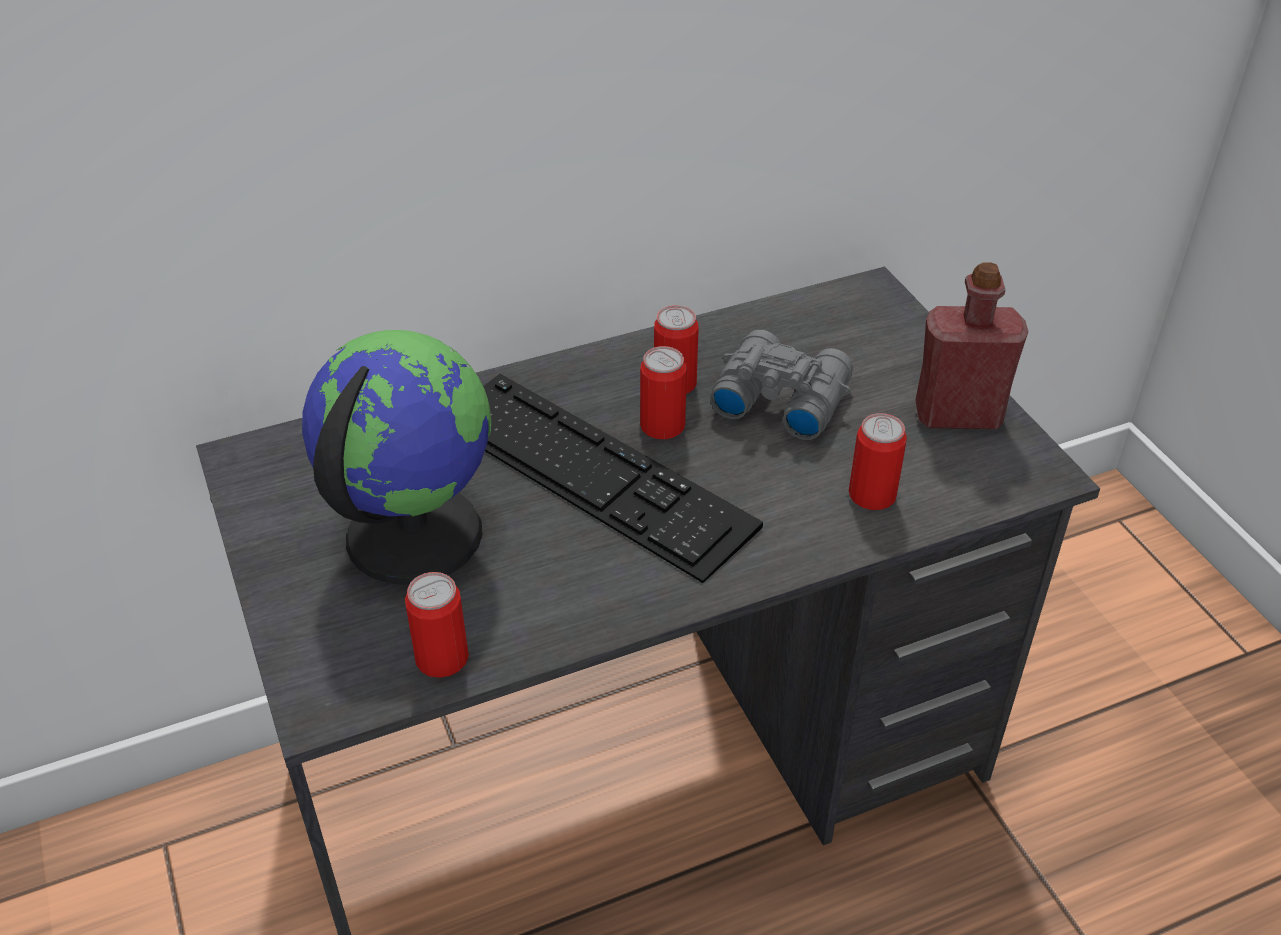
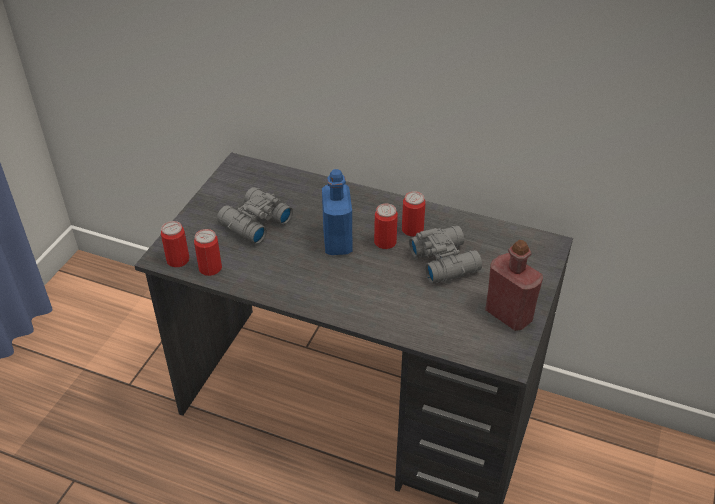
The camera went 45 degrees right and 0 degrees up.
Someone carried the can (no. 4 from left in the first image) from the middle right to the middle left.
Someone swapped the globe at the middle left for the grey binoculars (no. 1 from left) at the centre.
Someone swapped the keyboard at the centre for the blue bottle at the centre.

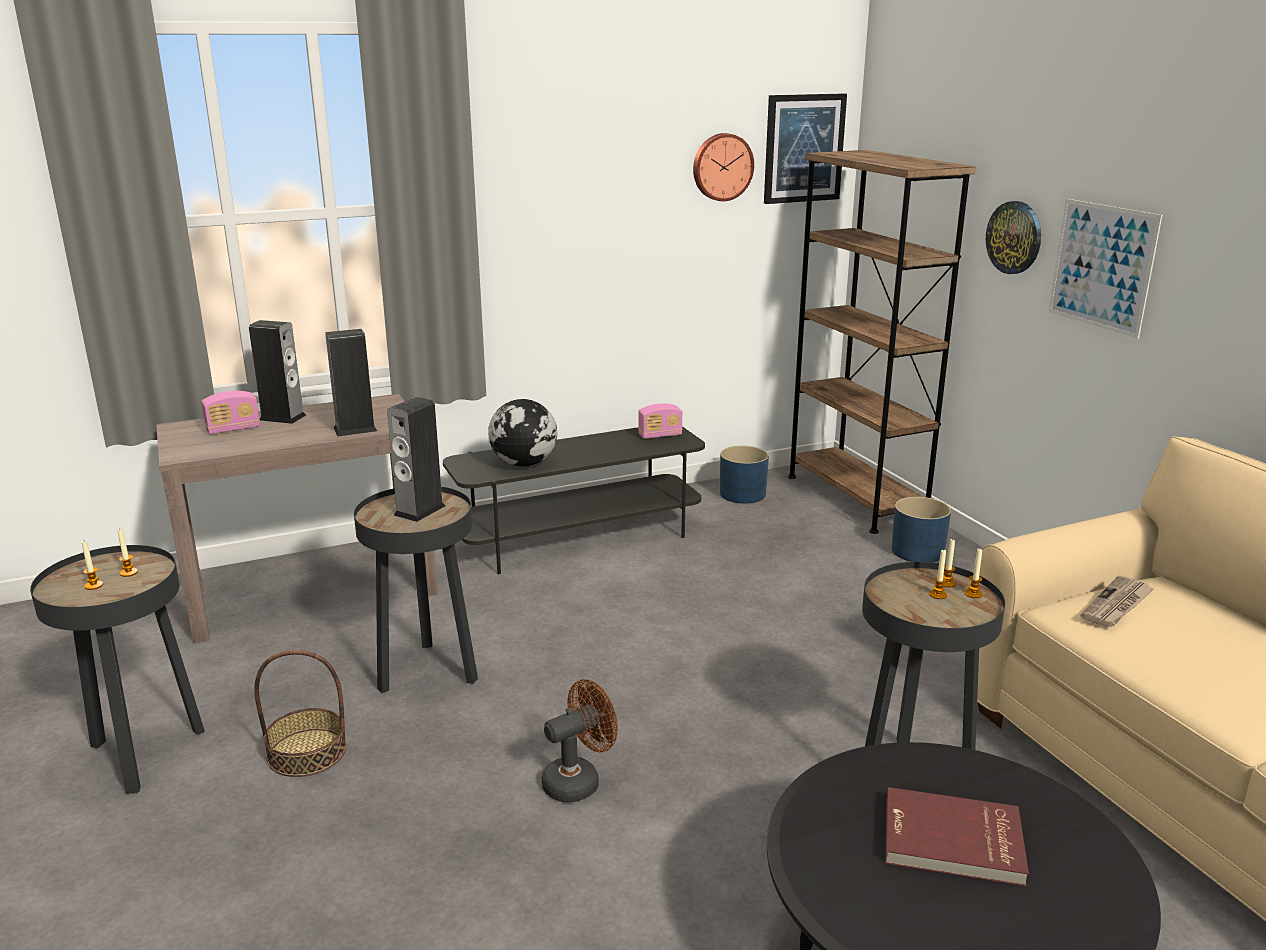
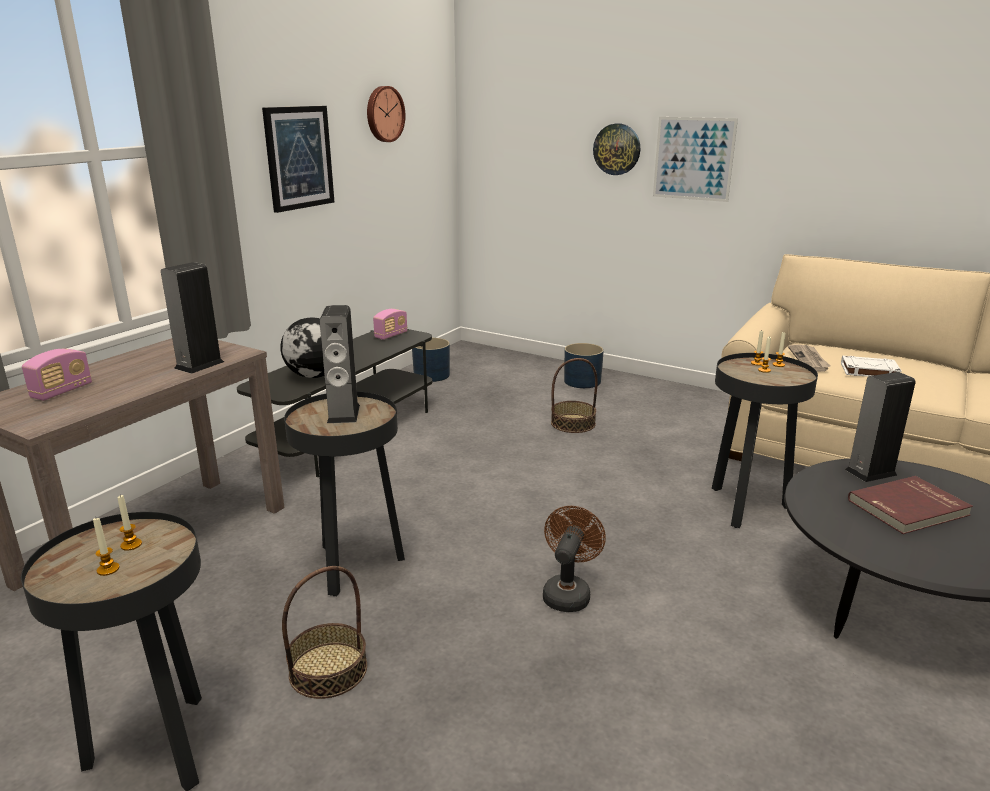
The camera went 35 degrees left and 0 degrees up.
Someone carried the picture (no. 1 from left) from the top centre to the top left.
Someone put down the basket (no. 2 from left) at the centre.
Someone put down the white book at the middle right.
Someone carried the speaker (no. 1 from left in the first image) from the middle left to the middle right.
Someone took away the brown bookcase at the middle right.

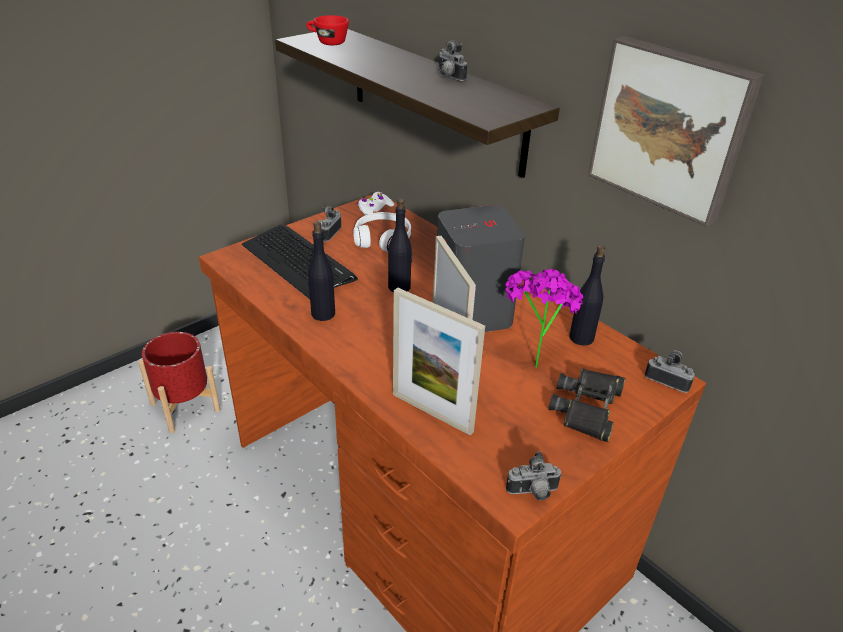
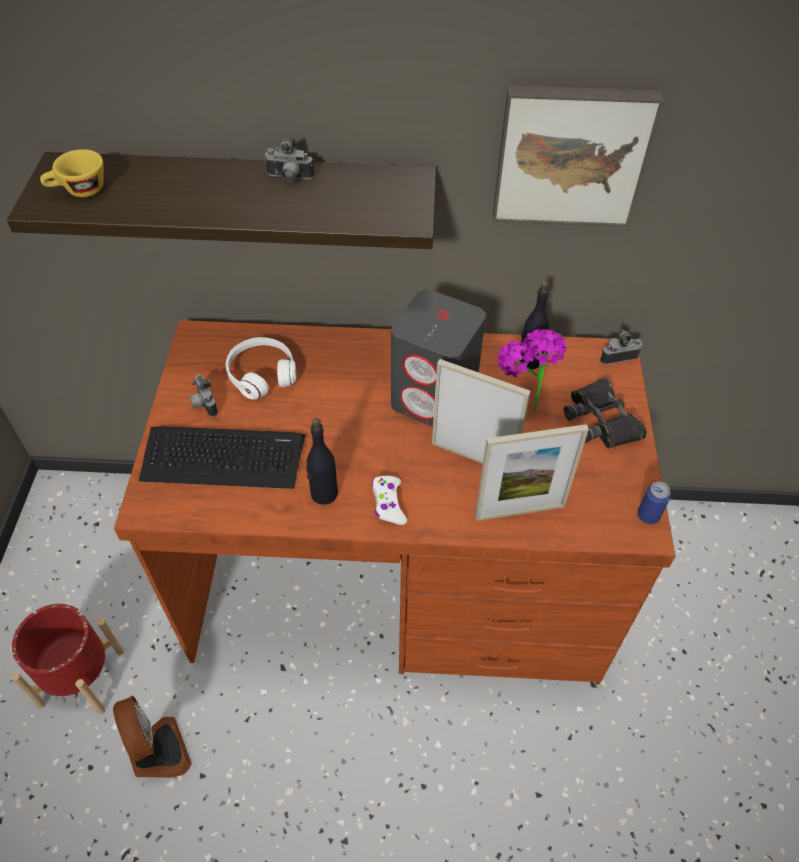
The camera went 45 degrees left and 15 degrees up.
Someone repainted the red cup at the top centre, which became the yellow cup at the top left.
Someone put down the fan at the bottom left.
Someone carried the white game controller from the top centre to the centre.
Someone swapped the photo camera (no. 3 from left) at the bottom centre for the can at the middle right.
Someone took away the black bottle (no. 2 from left) at the centre.

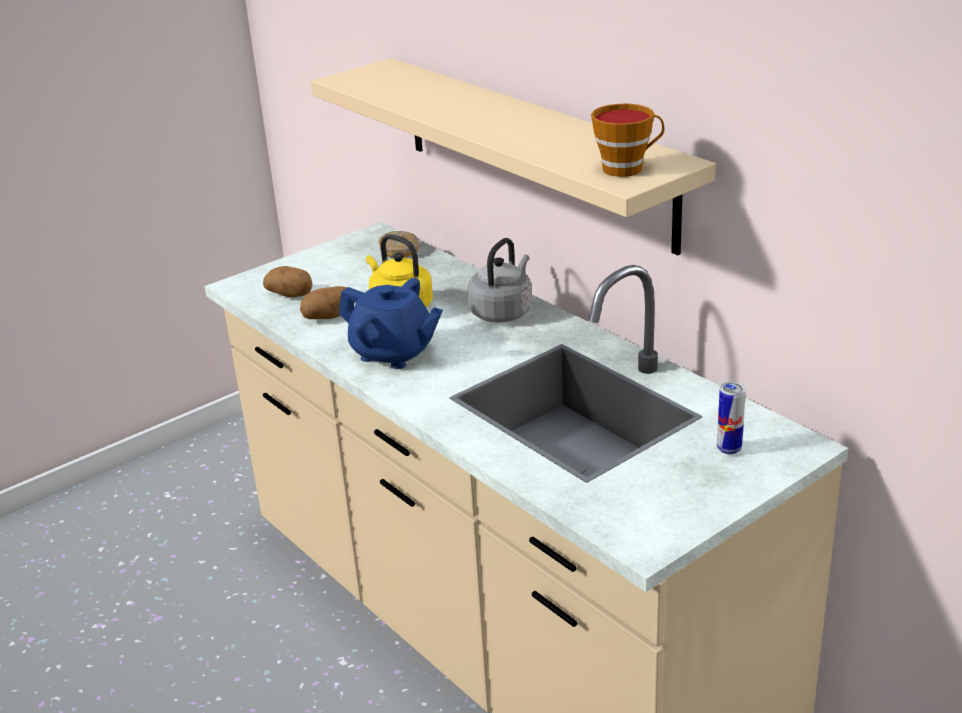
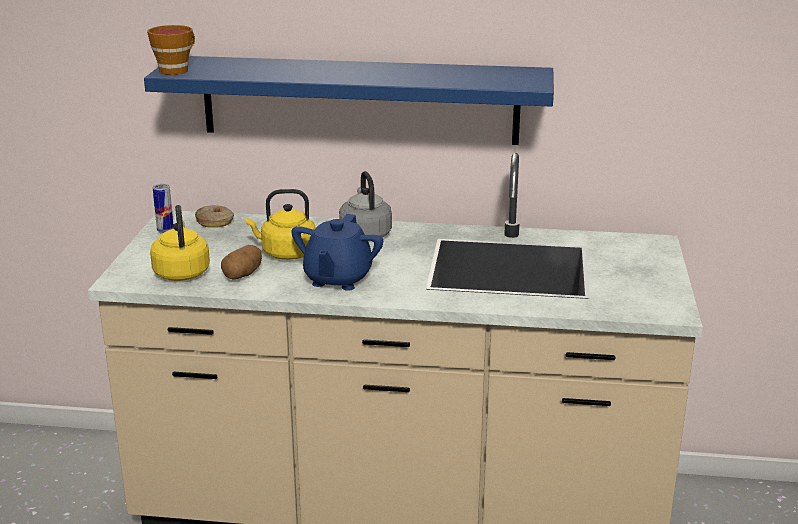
The camera went 45 degrees left and 5 degrees down.
Someone repainted the beige shelf at the top centre, which became the blue shelf at the top centre.
Someone carried the cup from the top centre to the top left.
Someone swapped the potato (no. 1 from left) at the middle left for the yellow kettle (no. 1 from left) at the middle left.
Someone carried the can from the middle right to the middle left.
Someone rotated the blue teapot at the centre by 120 degrees clockwise.

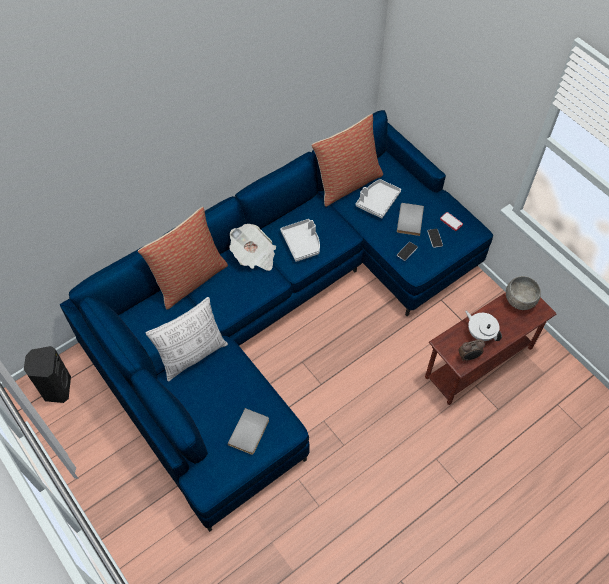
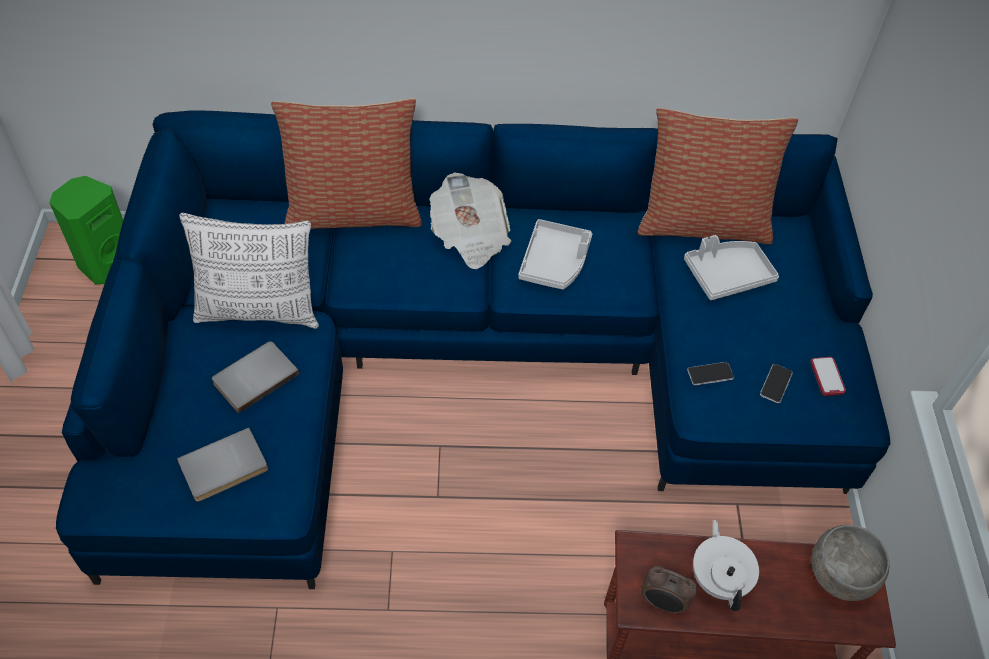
The camera went 35 degrees right and 5 degrees down.
Someone repainted the black speaker at the middle left, which became the green speaker at the middle left.
Someone carried the grey book (no. 2 from left) from the middle right to the middle left.

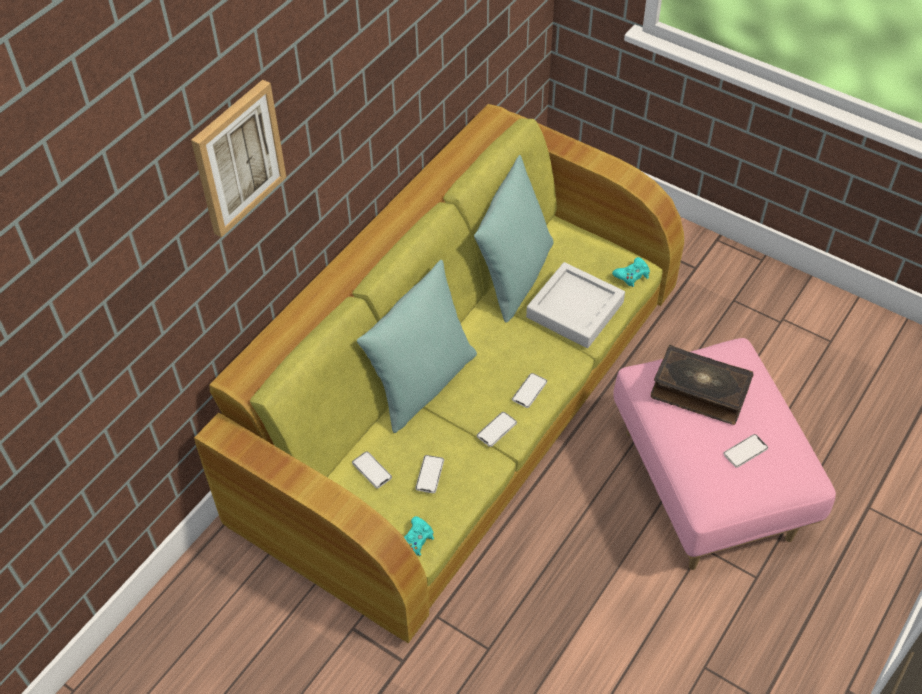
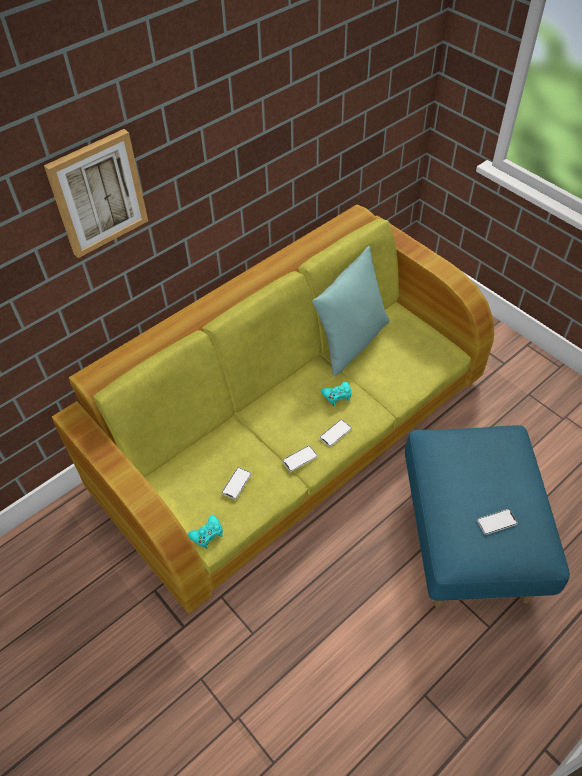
The camera went 15 degrees right and 0 degrees up.
Someone carried the turquoise game controller (no. 2 from left) from the middle right to the centre.
Someone repainted the pink ottoman at the middle right, which became the blue ottoman at the middle right.
Someone took away the phone (no. 1 from left) at the bottom centre.
Someone took away the turquoise pillow (no. 1 from left) at the centre.
Someone took away the grey tray at the centre.
Someone took away the book at the middle right.

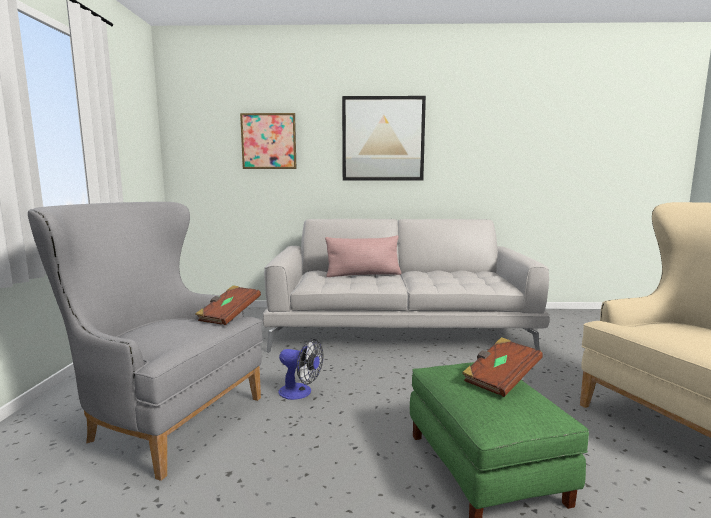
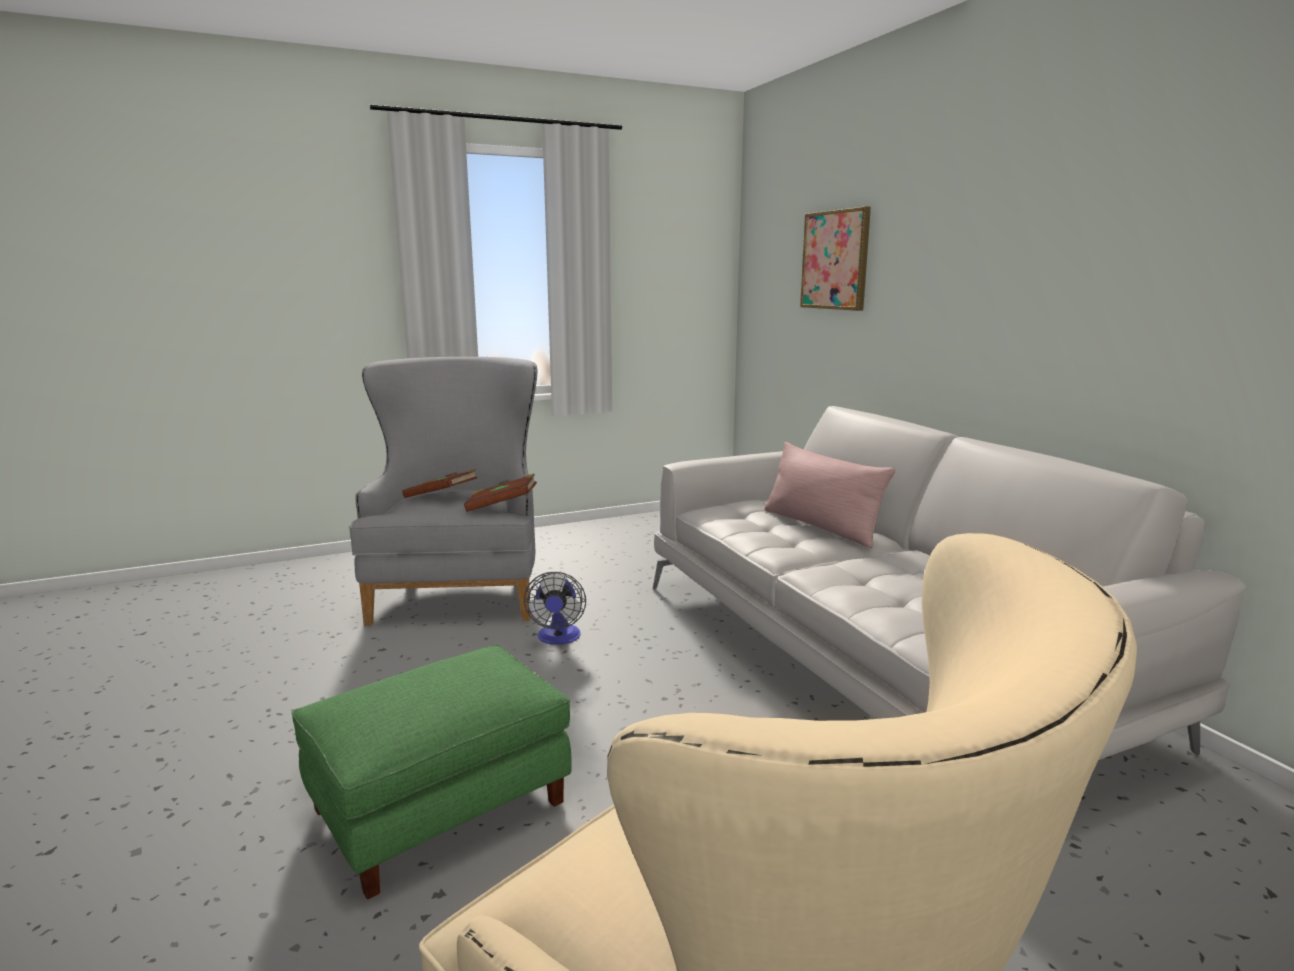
The camera went 65 degrees right and 5 degrees up.
Someone carried the brown book (no. 2 from left in the first image) from the bottom right to the centre.
Someone took away the picture (no. 2 from left) at the top centre.

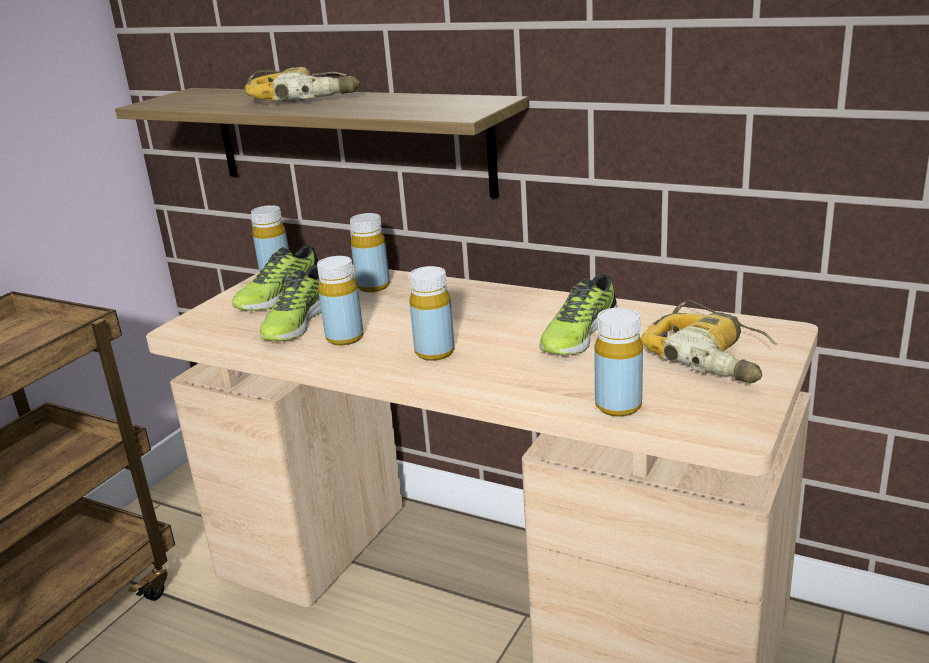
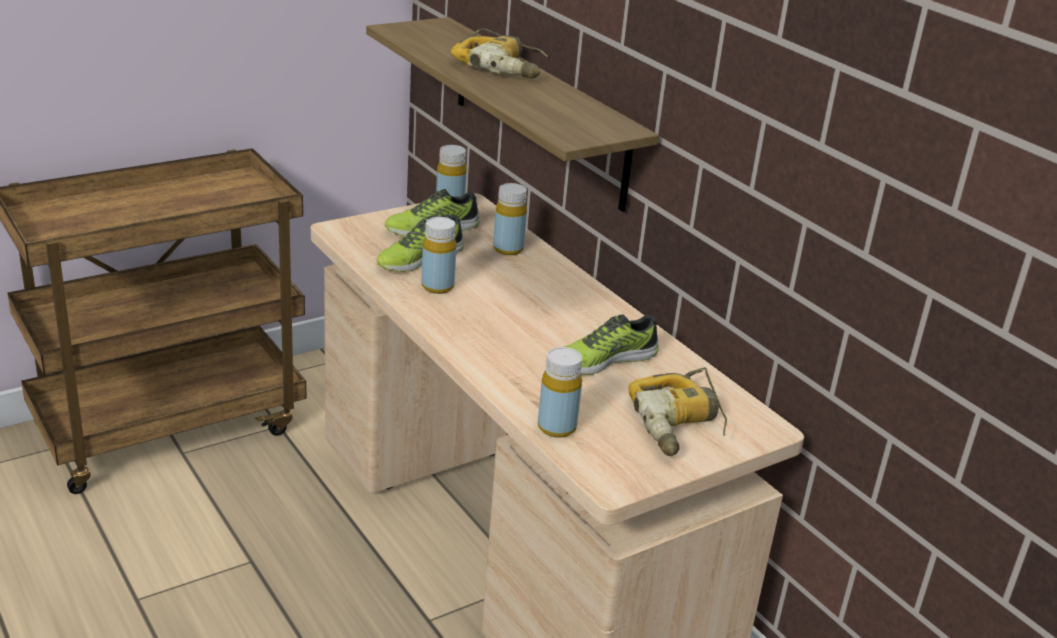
The camera went 25 degrees right and 5 degrees up.
Someone took away the yellow bottle (no. 4 from left) at the centre.

